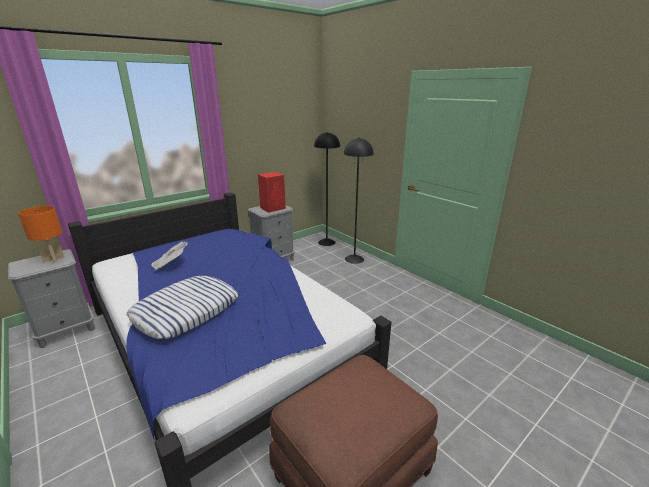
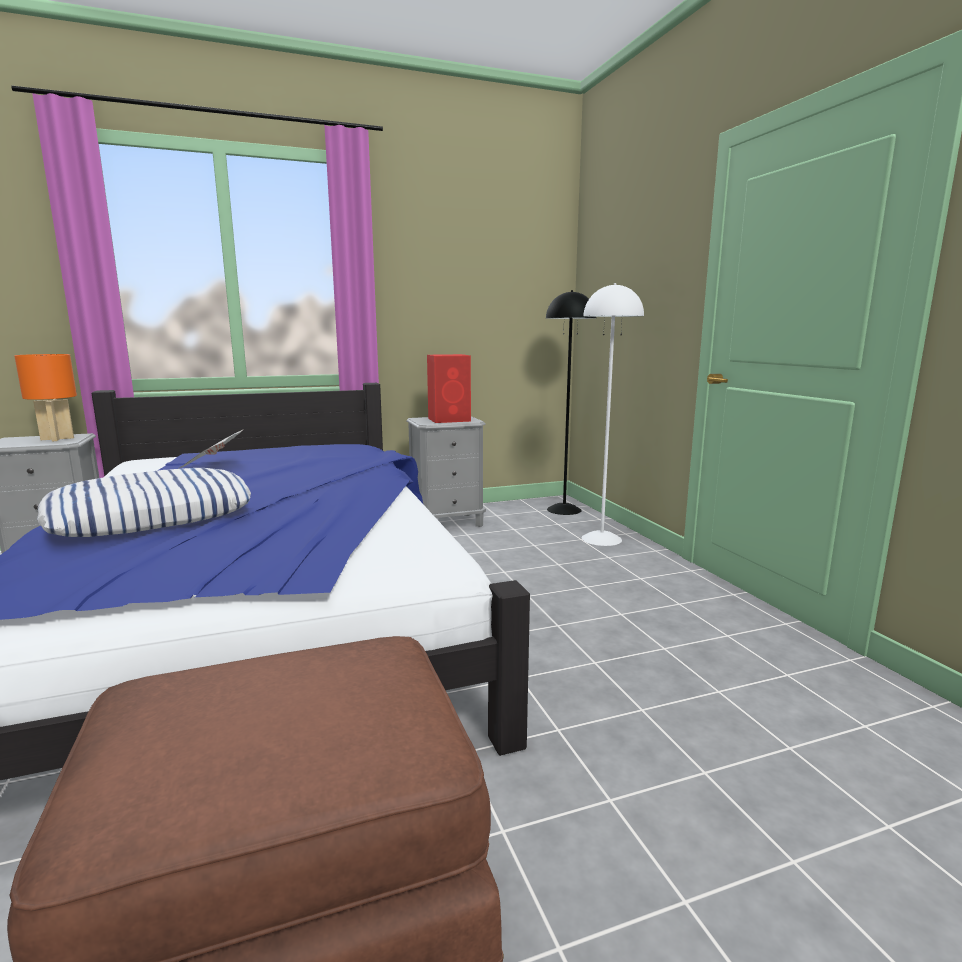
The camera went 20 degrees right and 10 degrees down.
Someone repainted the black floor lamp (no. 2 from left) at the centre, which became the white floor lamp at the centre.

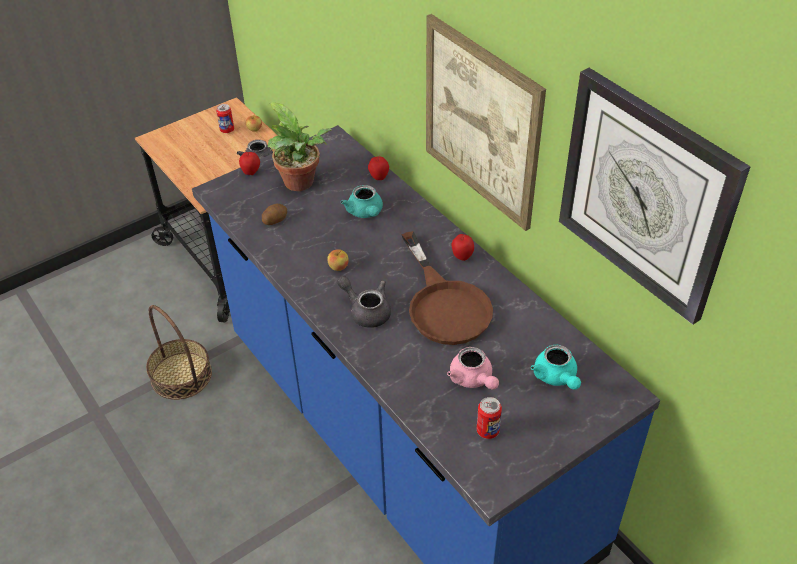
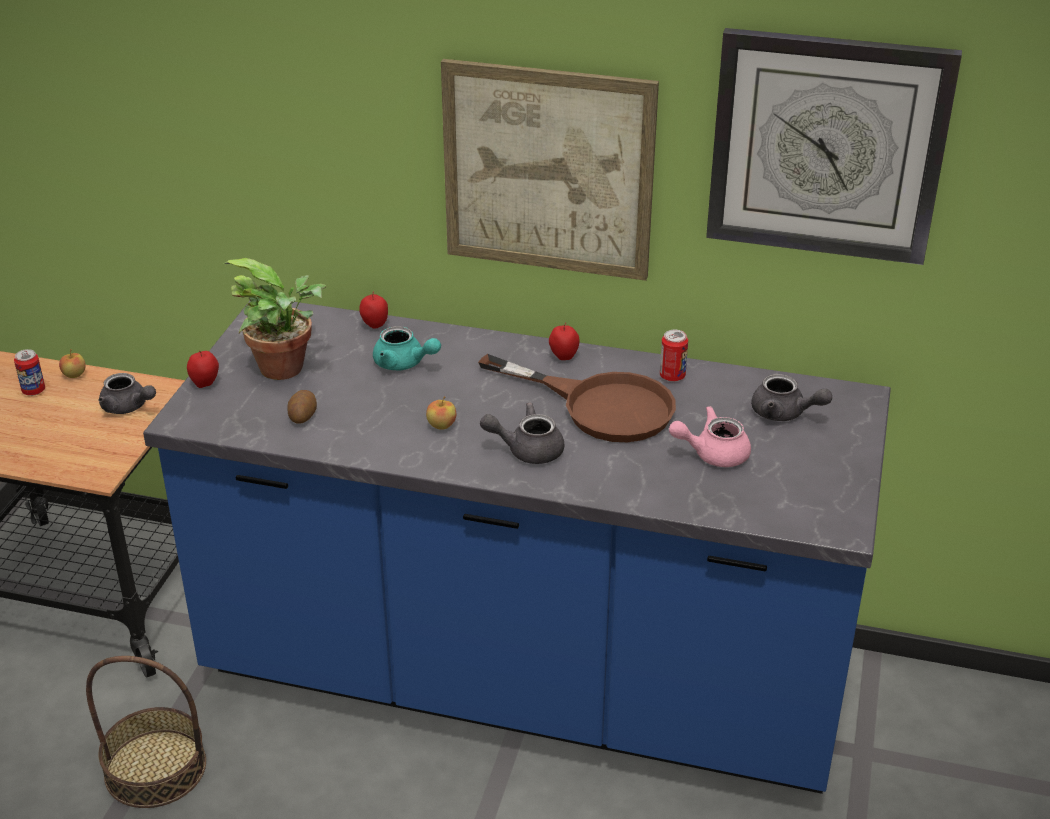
The camera went 40 degrees left and 10 degrees down.
Someone carried the can (no. 2 from left) from the bottom centre to the centre.
Someone rotated the pink teapot at the centre by 150 degrees clockwise.
Someone repainted the turquoise teapot (no. 2 from left) at the middle right, which became the grey teapot (no. 3 from left) at the middle right.

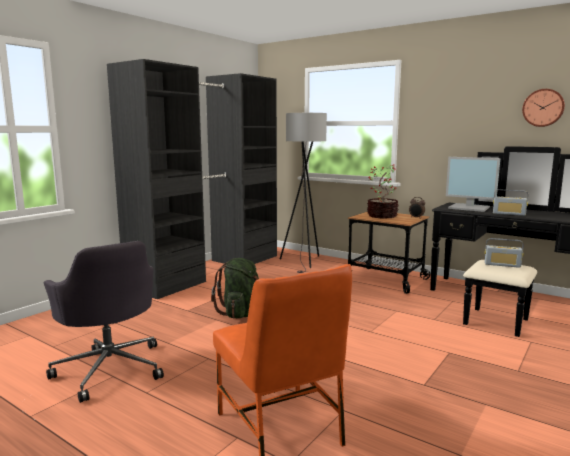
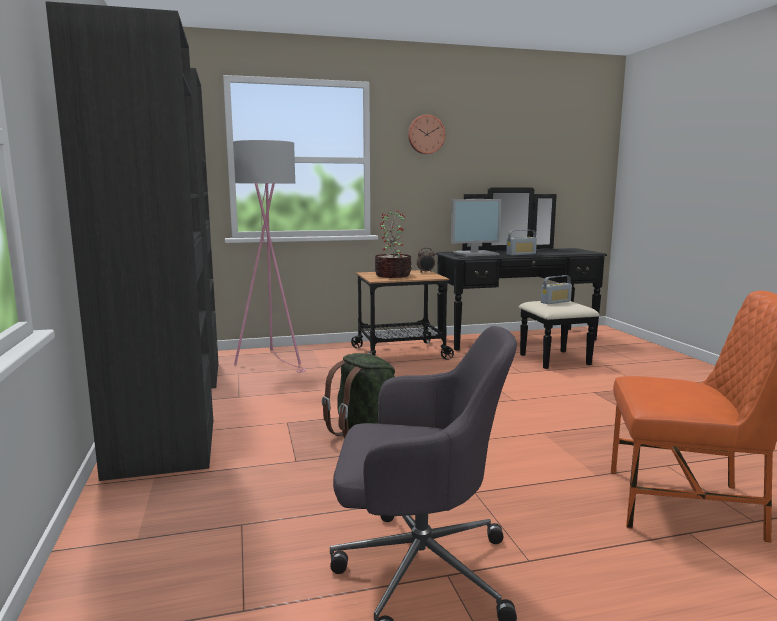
The camera went 50 degrees left and 0 degrees up.
Someone repainted the grey floor lamp at the centre, which became the pink floor lamp at the centre.
Someone carried the wall clock from the top right to the top centre.

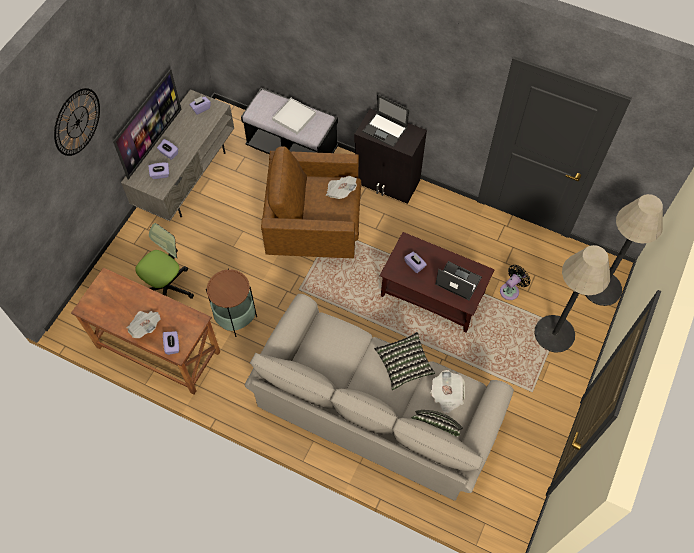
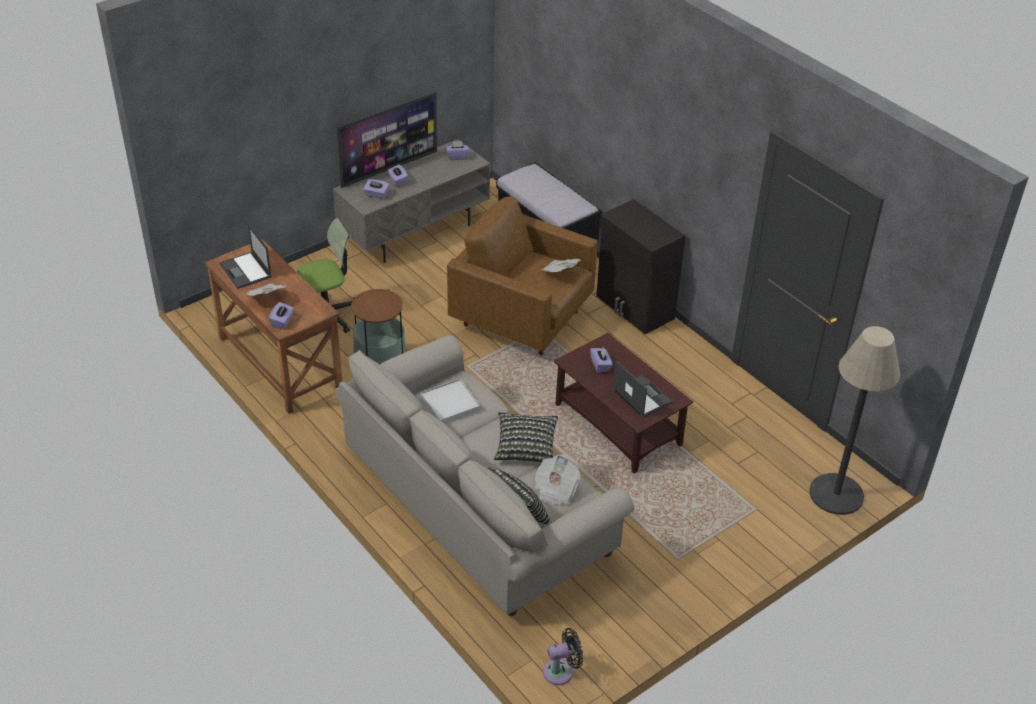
The camera went 25 degrees right and 20 degrees down.
Someone carried the laptop (no. 1 from left) from the top centre to the middle left.
Someone carried the white tray from the top centre to the centre.
Someone carried the black fan from the middle right to the bottom centre.
Someone took away the wall clock at the top left.
Someone took away the floor lamp (no. 1 from left) at the middle right.

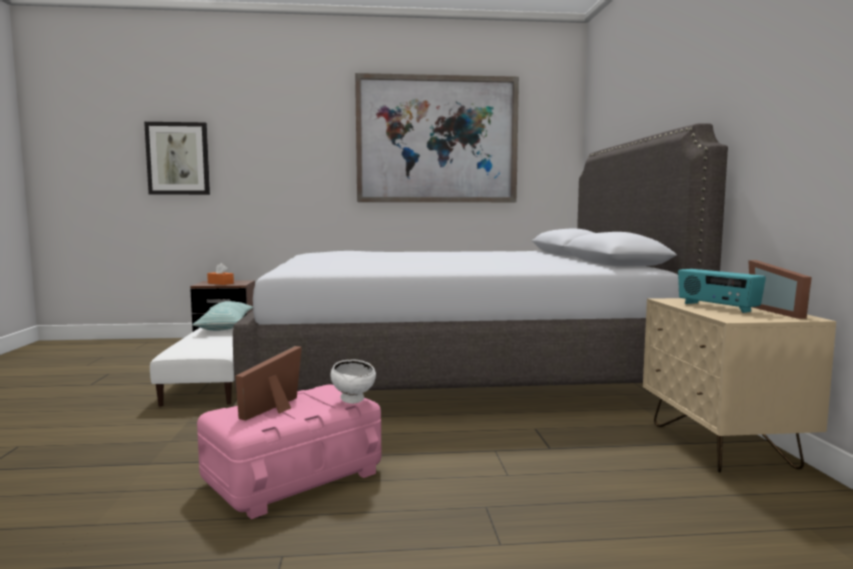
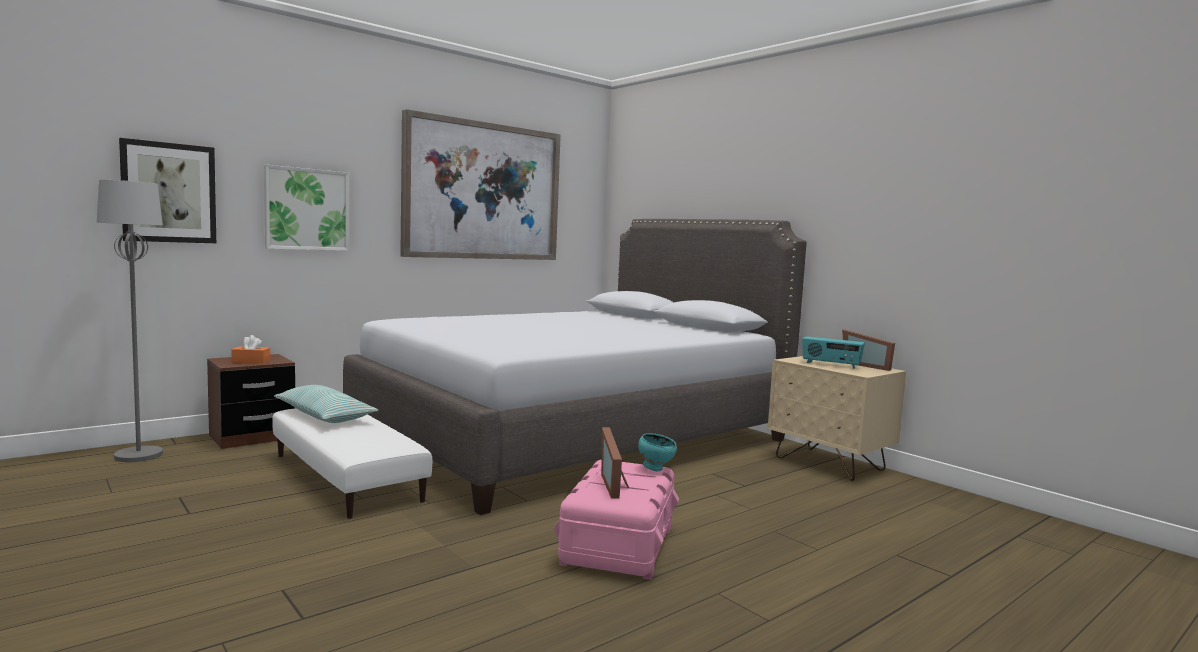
The camera went 35 degrees left and 0 degrees up.
Someone put down the grey floor lamp at the middle left.
Someone put up the picture (no. 2 from left) at the top left.
Someone repainted the white bowl at the bottom centre, which became the turquoise bowl at the bottom centre.

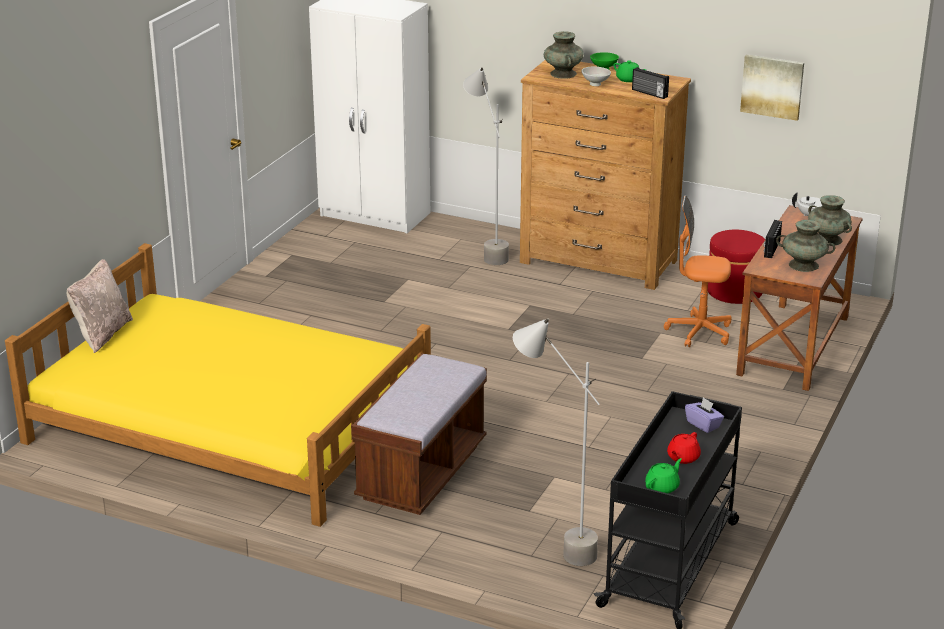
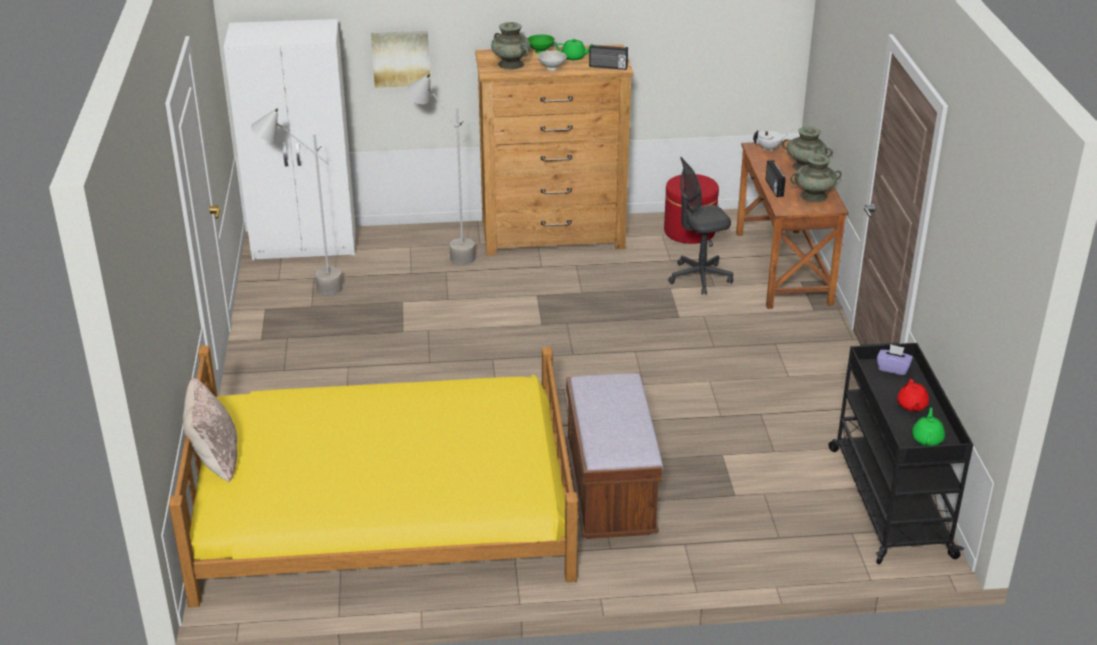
The camera went 30 degrees left and 5 degrees up.
Someone carried the grey floor lamp (no. 2 from left in the first image) from the bottom centre to the top left.
Someone carried the picture from the top right to the top centre.
Someone repainted the orange office chair at the middle right, which became the grey office chair at the centre.

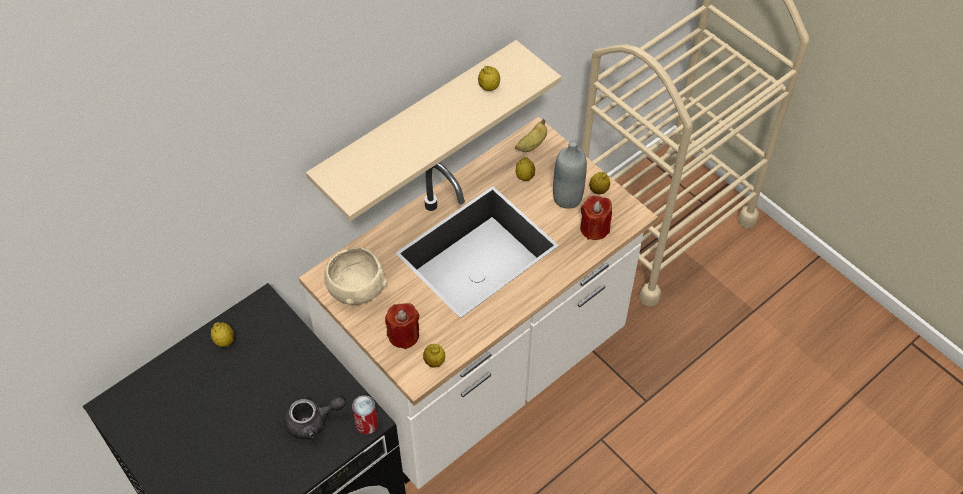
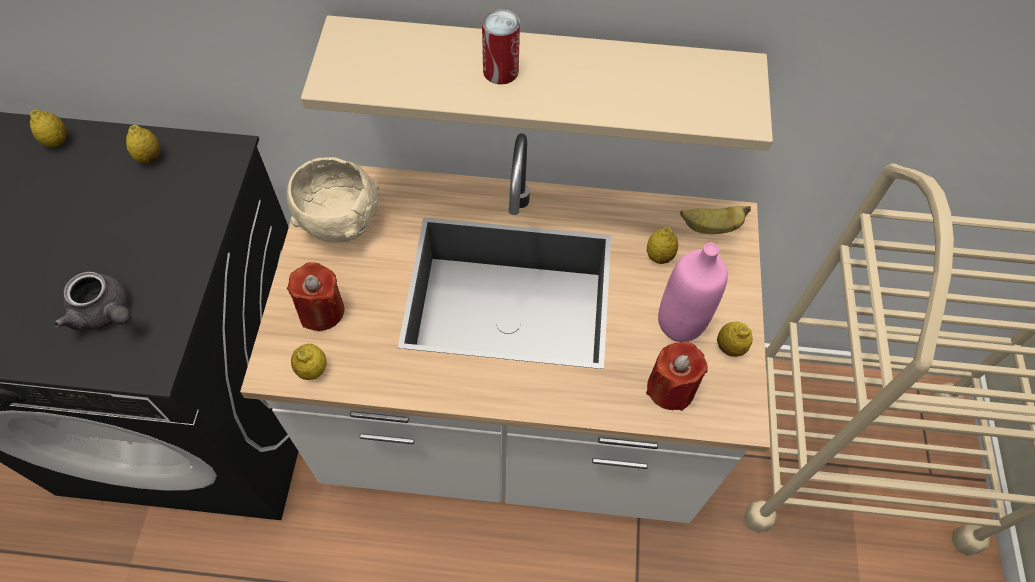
The camera went 45 degrees right and 5 degrees up.
Someone carried the lemon (no. 3 from left in the first image) from the top centre to the top left.
Someone carried the can from the bottom centre to the top centre.
Someone repainted the grey bottle at the centre, which became the pink bottle at the middle right.

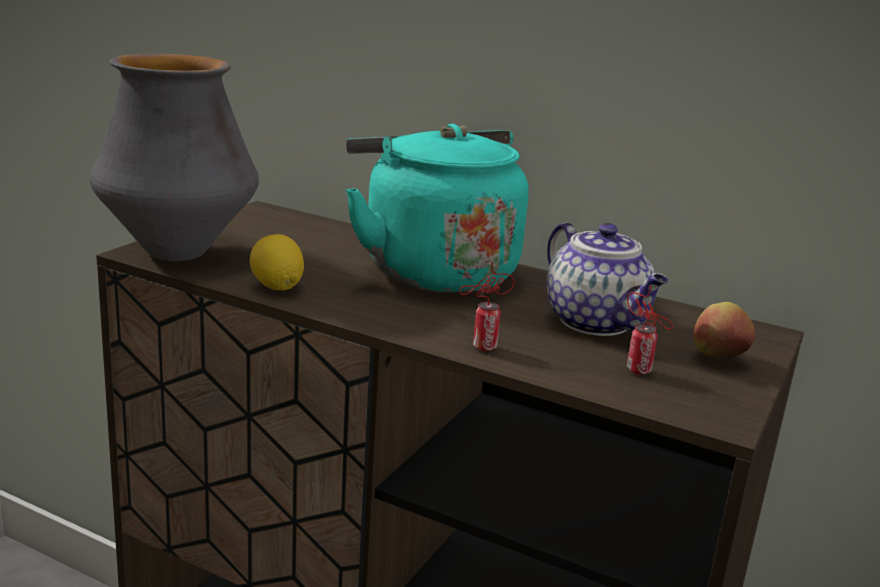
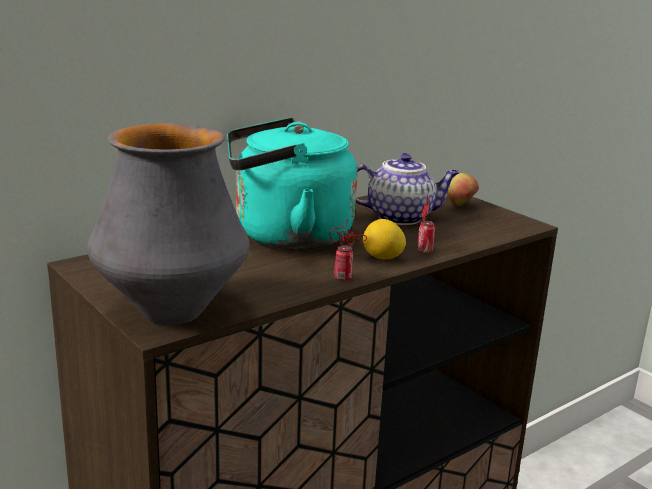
The camera went 65 degrees left and 0 degrees up.
Someone carried the can (no. 2 from left in the first image) from the middle right to the centre.
Someone carried the lemon from the middle left to the centre.

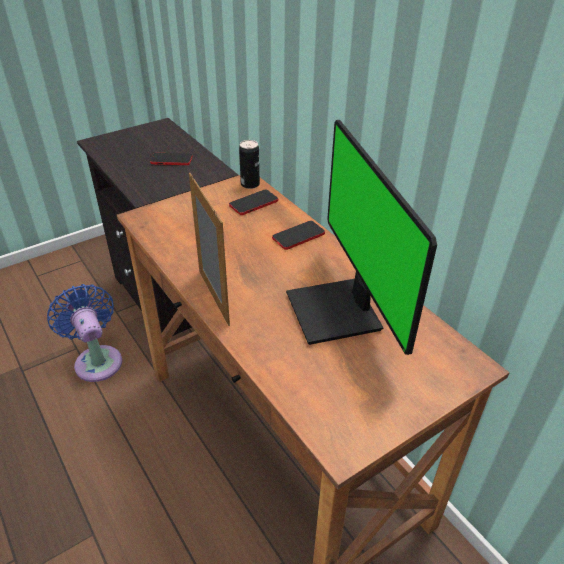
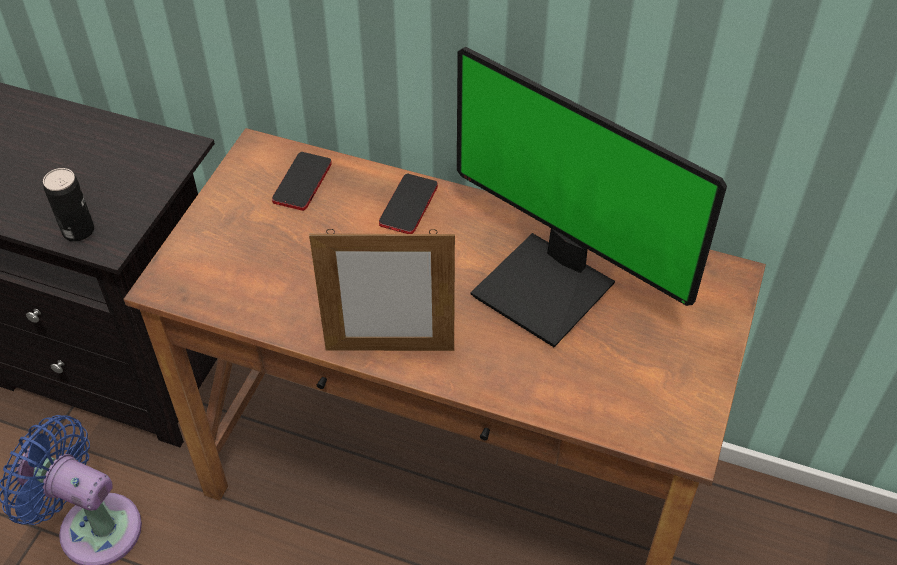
The camera went 35 degrees left and 10 degrees up.
Someone carried the can from the top centre to the middle left.
Someone rotated the picture frame at the centre by 150 degrees clockwise.
Someone took away the phone (no. 1 from left) at the top left.

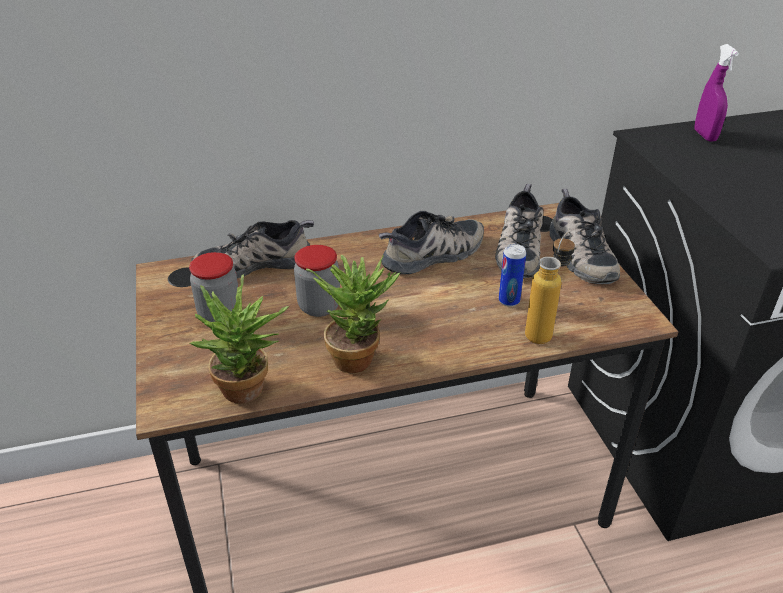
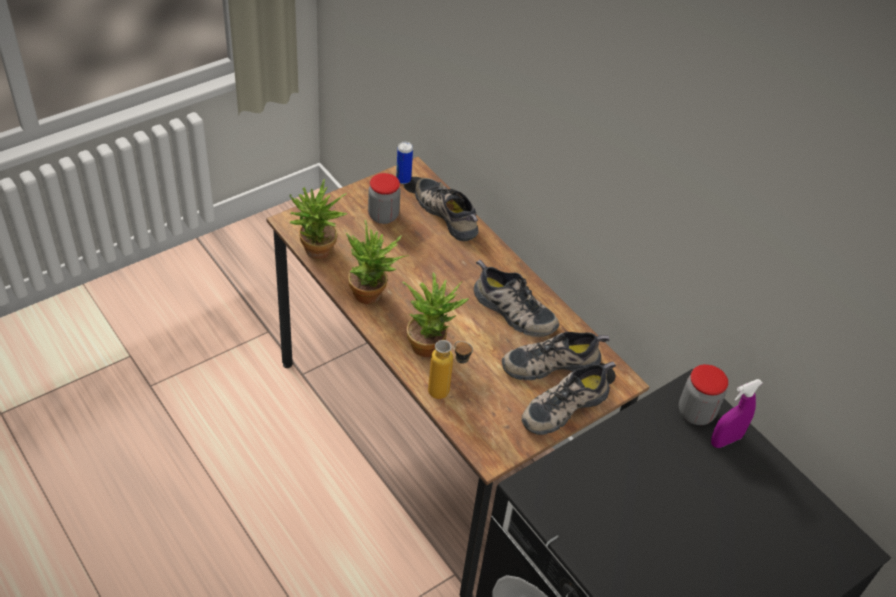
The camera went 65 degrees right and 10 degrees up.
Someone carried the can from the centre to the top centre.
Someone put down the potted plant (no. 3 from left) at the centre.
Someone carried the jar (no. 2 from left) from the centre to the middle right.

